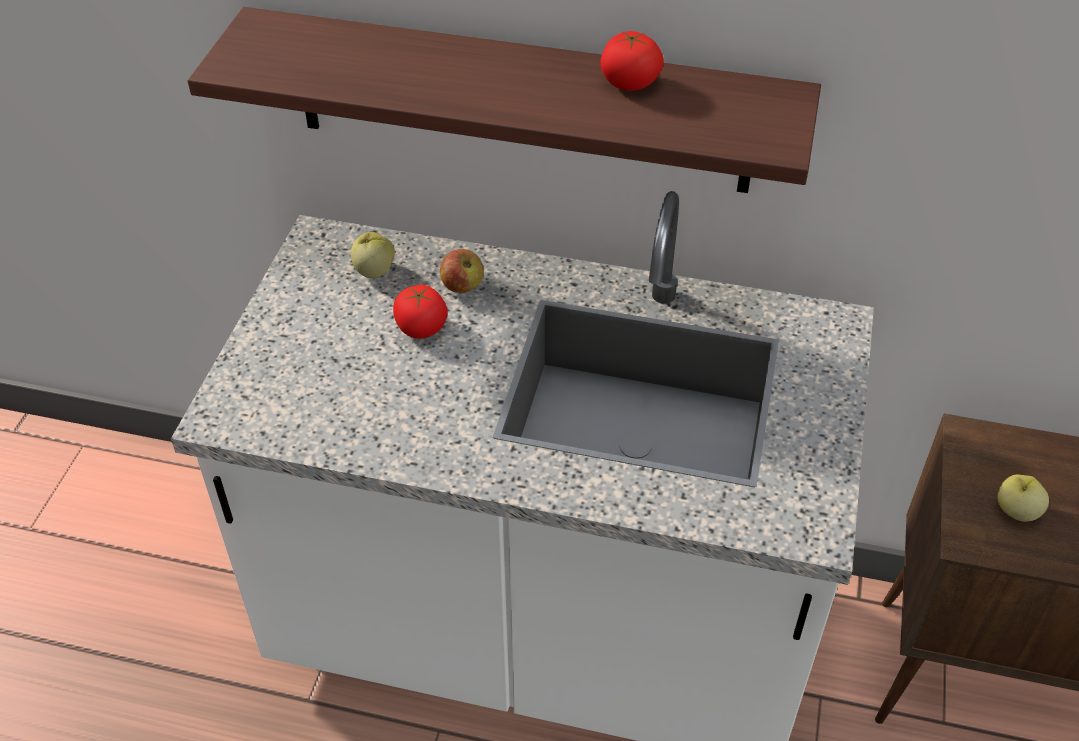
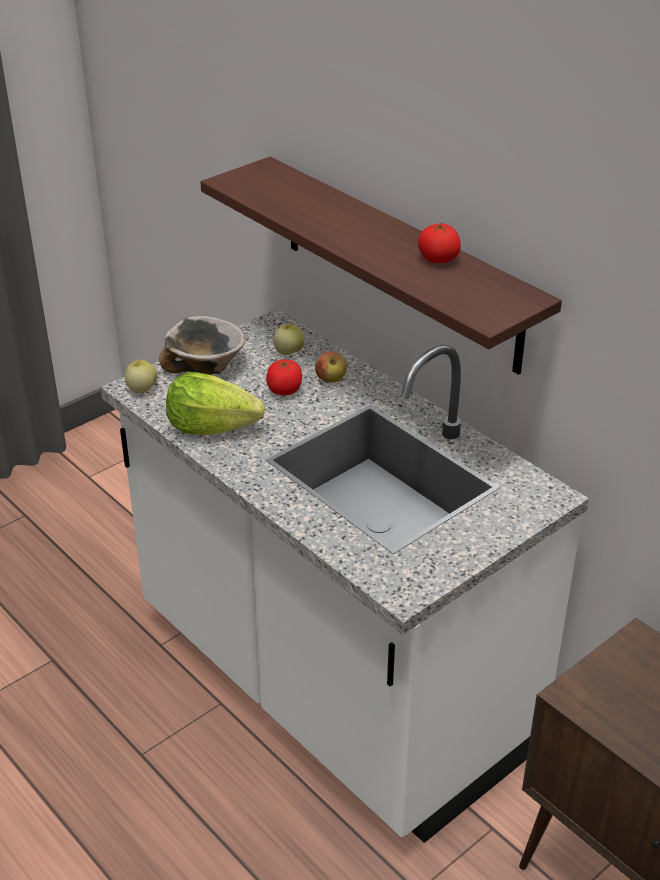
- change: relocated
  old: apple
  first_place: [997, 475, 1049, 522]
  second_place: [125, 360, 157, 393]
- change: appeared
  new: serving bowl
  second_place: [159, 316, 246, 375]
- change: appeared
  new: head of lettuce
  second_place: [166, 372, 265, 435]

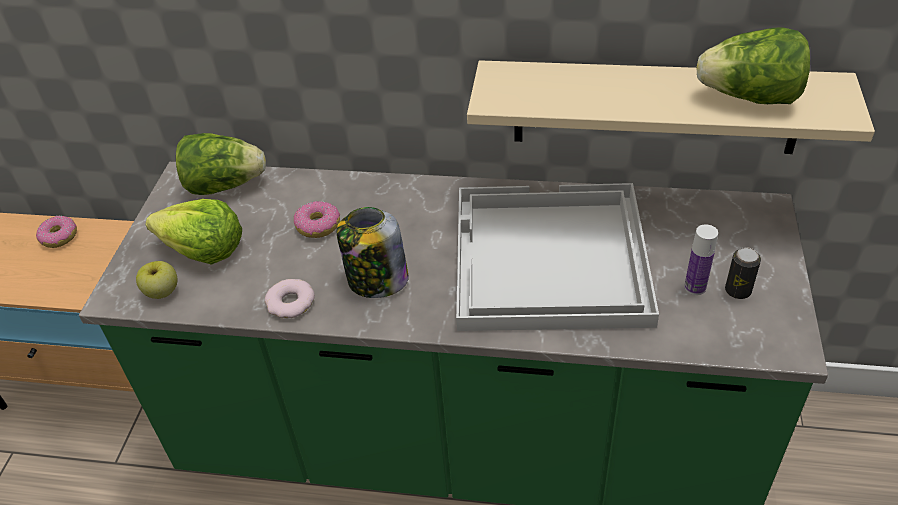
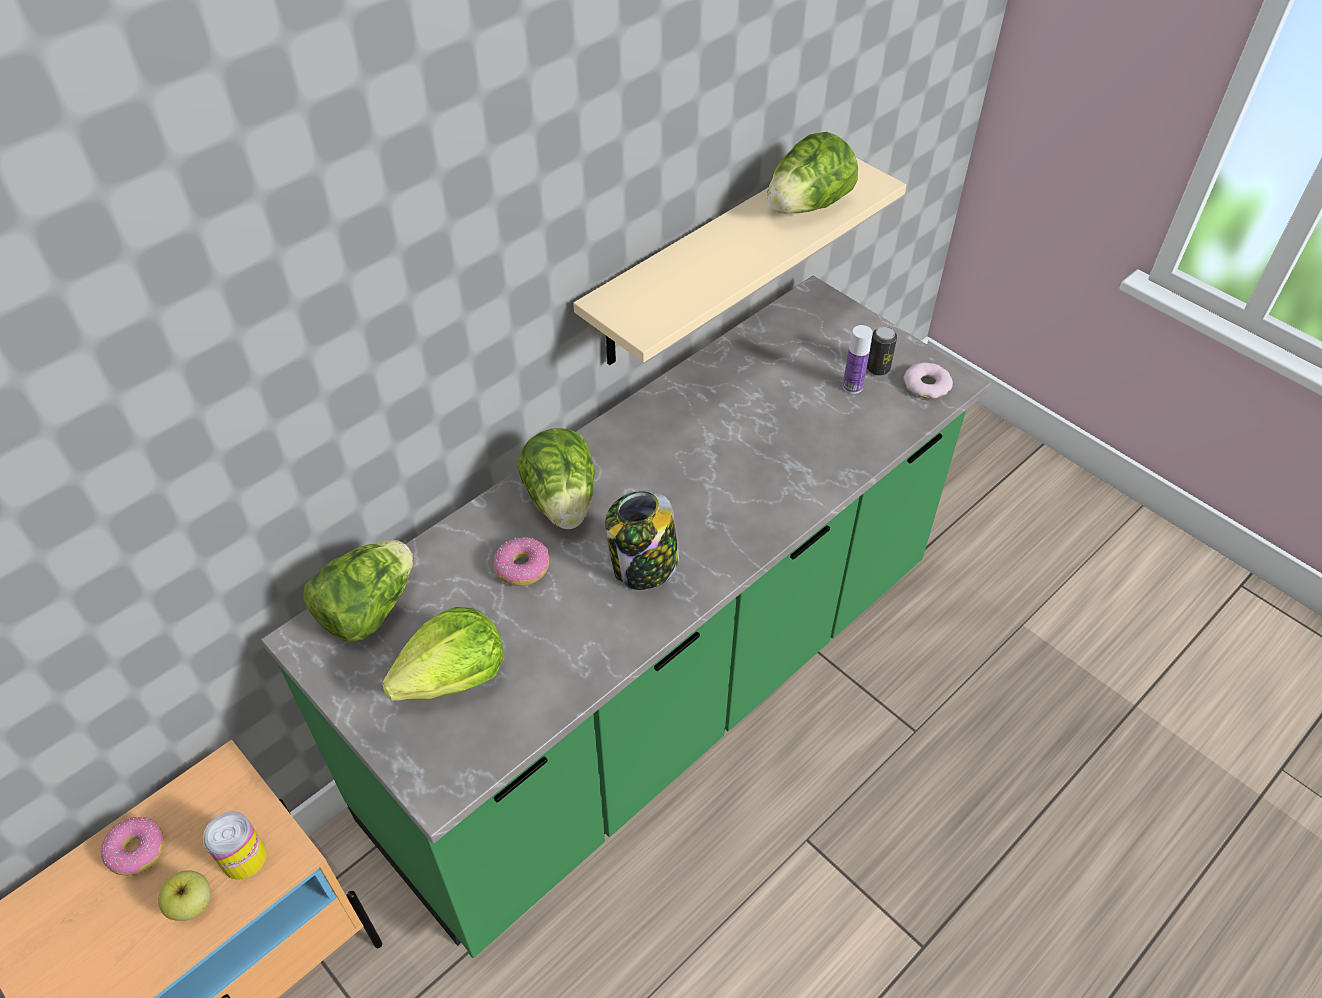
- change: relocated
  old: apple
  first_place: [136, 261, 177, 299]
  second_place: [158, 870, 211, 921]
- change: relocated
  old: donut
  first_place: [265, 279, 315, 318]
  second_place: [904, 362, 953, 399]
- change: missing
  old: white-coloured serving tray
  first_place: [456, 183, 659, 331]
- change: appeared
  new: can
  second_place: [203, 811, 267, 880]
- change: appeared
  new: head of lettuce
  second_place: [517, 428, 595, 529]

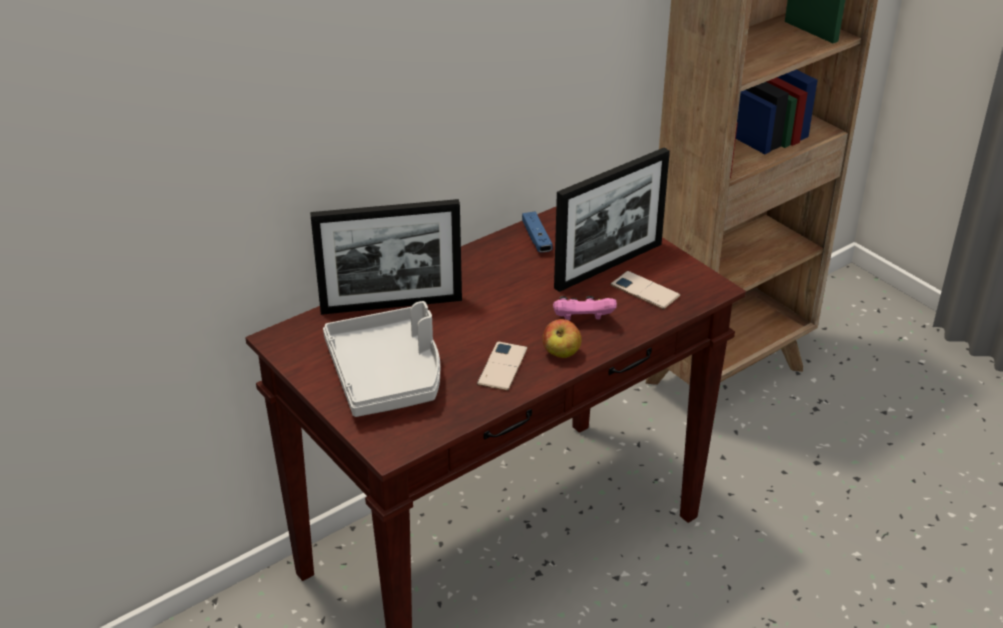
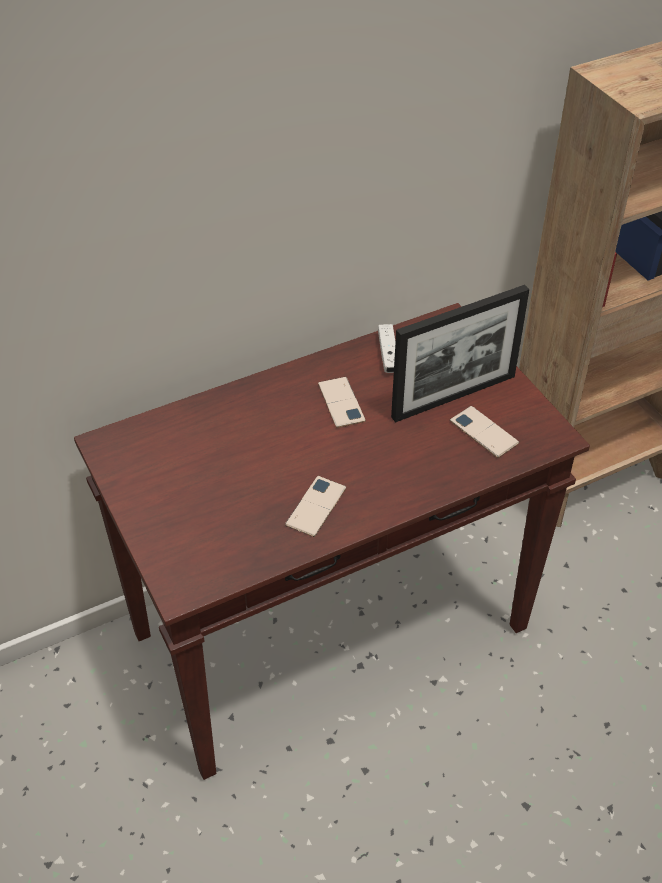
- change: missing
  old: picture frame
  first_place: [310, 199, 462, 315]
- change: missing
  old: grey serving tray
  first_place: [323, 301, 440, 417]
- change: colour
  old: blue-coloured gamepad
  new: white-coloured gamepad
  first_place: [522, 212, 553, 252]
  second_place: [378, 324, 396, 373]
- change: missing
  old: apple
  first_place: [542, 319, 582, 358]
- change: missing
  old: pinkish gamepad
  first_place: [553, 296, 617, 320]
- change: appeared
  new: phone
  second_place: [318, 377, 366, 428]

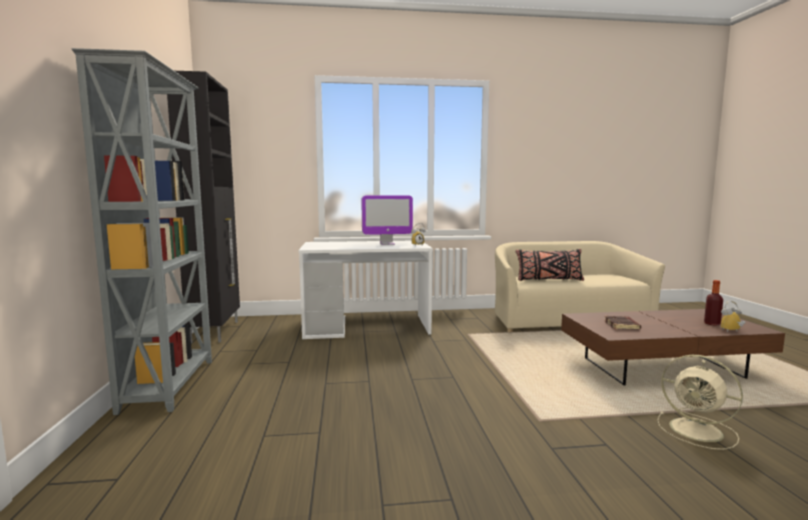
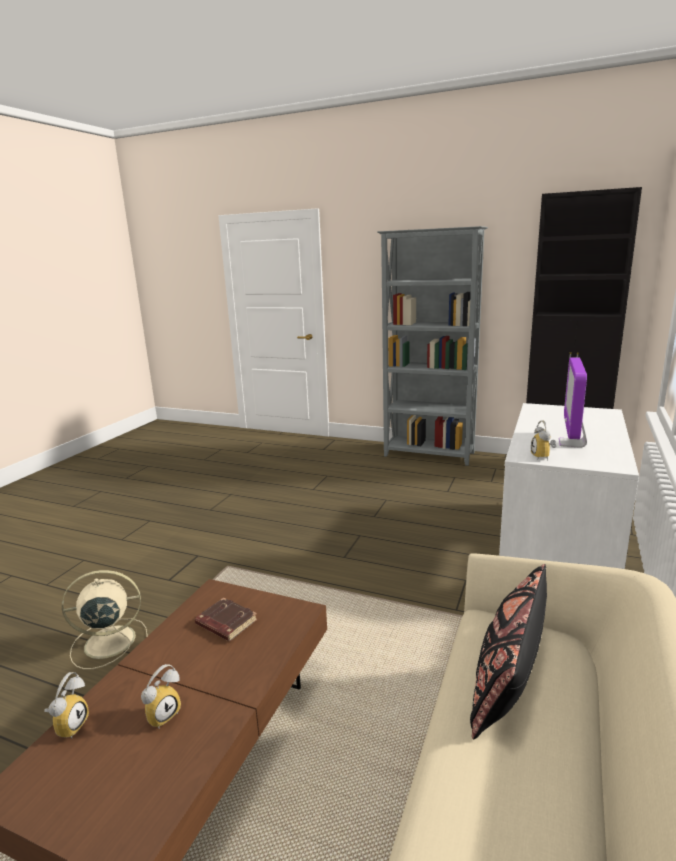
- change: missing
  old: beverage bottle
  first_place: [704, 280, 723, 326]
- change: appeared
  new: bedside clock
  second_place: [141, 664, 181, 728]

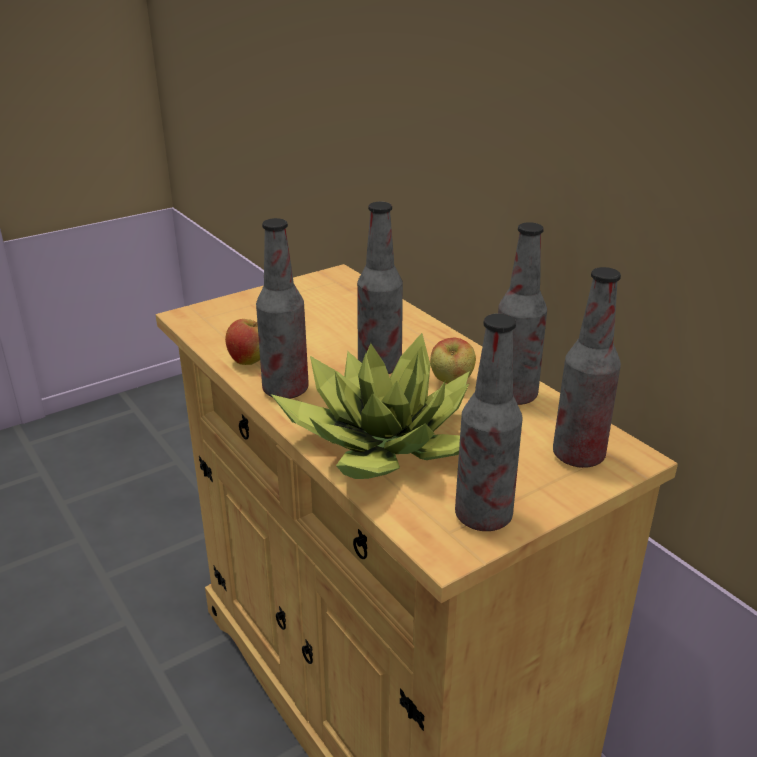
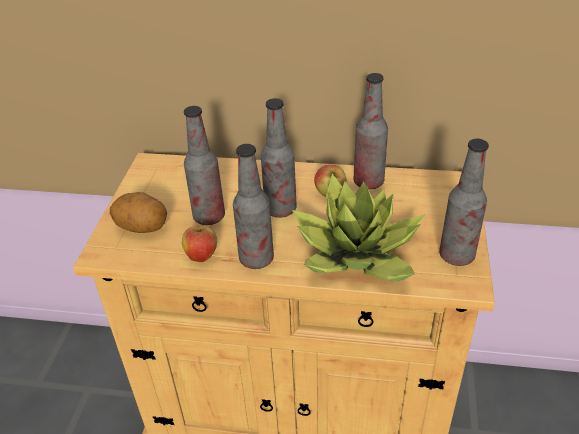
- change: relocated
  old: beverage bottle
  first_place: [553, 267, 621, 468]
  second_place: [184, 106, 225, 225]
- change: appeared
  new: whole potato
  second_place: [110, 192, 167, 233]

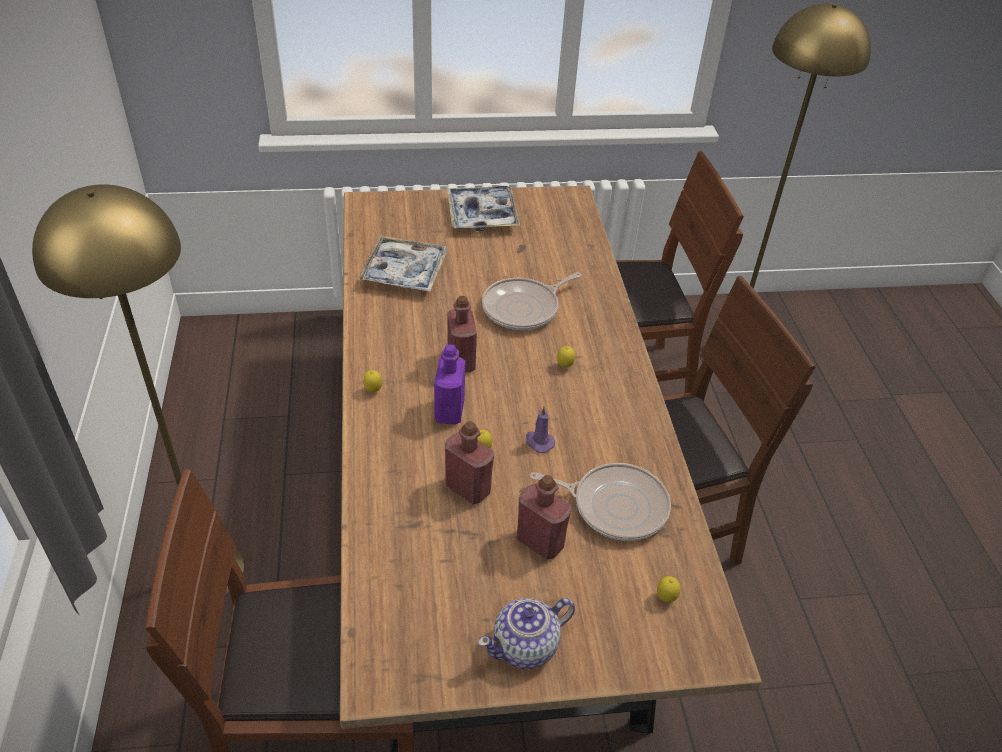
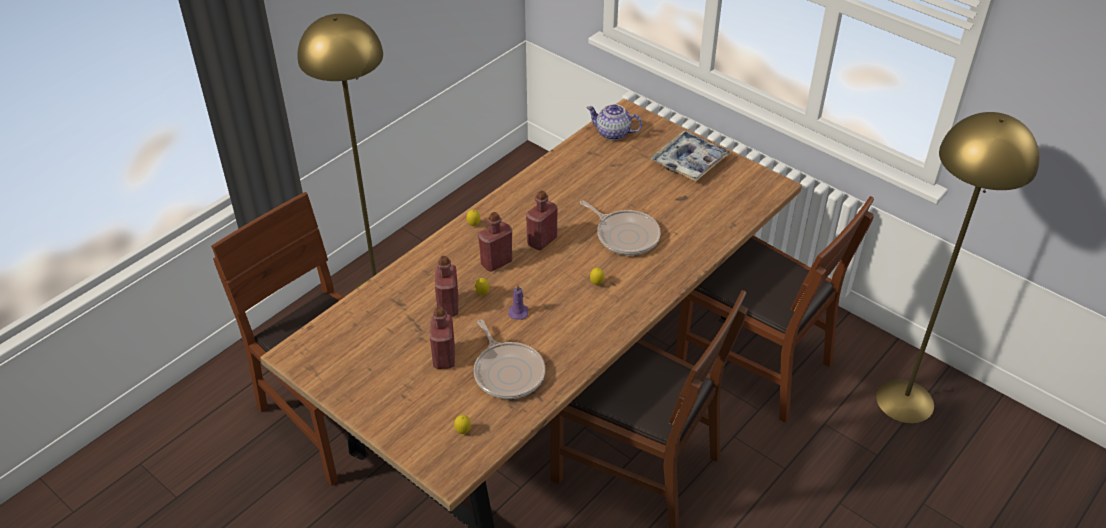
- change: missing
  old: serving tray
  first_place: [358, 236, 448, 292]
- change: colour
  old: purplish beverage bottle
  new: reddish beverage bottle
  first_place: [434, 344, 465, 424]
  second_place: [478, 212, 512, 272]
- change: relocated
  old: tea pot
  first_place: [478, 598, 575, 669]
  second_place: [586, 104, 642, 140]
- change: spun
  old: frying pan
  first_place: [482, 272, 581, 330]
  second_place: [580, 200, 661, 255]
  degrees: -150

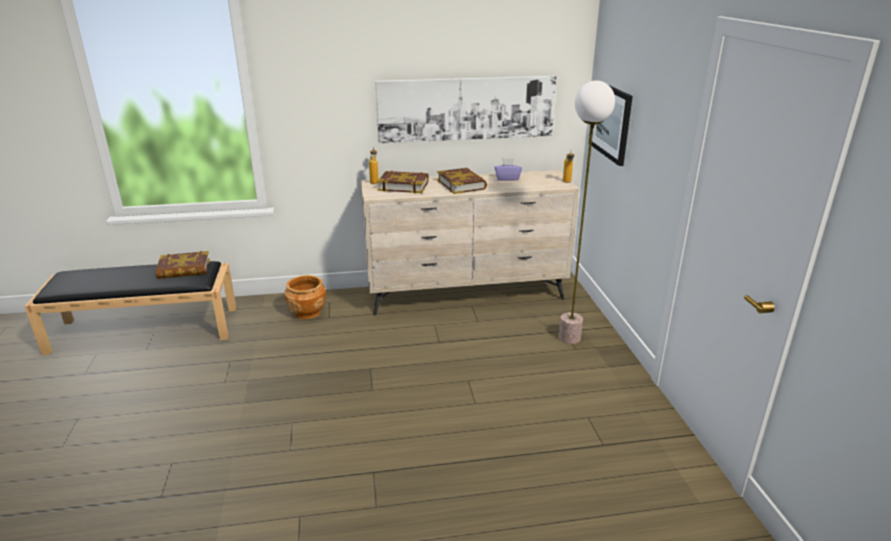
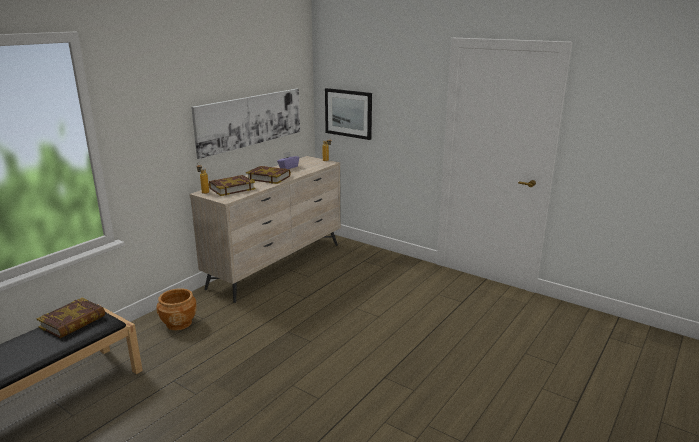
- change: missing
  old: standard lamp
  first_place: [559, 81, 615, 344]

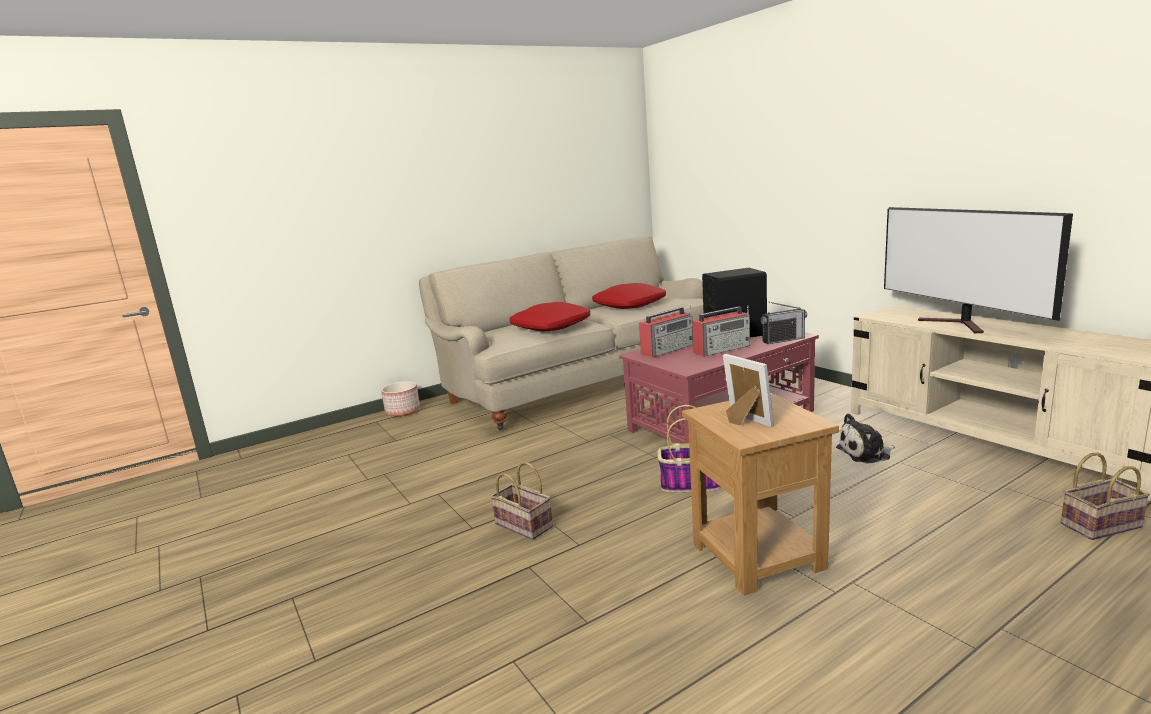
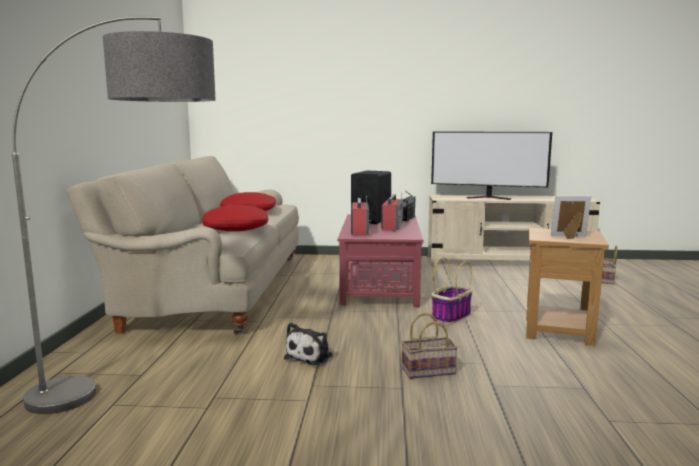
- change: missing
  old: plant pot
  first_place: [381, 381, 420, 417]
- change: relocated
  old: cuddly toy
  first_place: [836, 413, 895, 463]
  second_place: [284, 323, 333, 365]
- change: appeared
  new: standard lamp
  second_place: [12, 17, 216, 414]

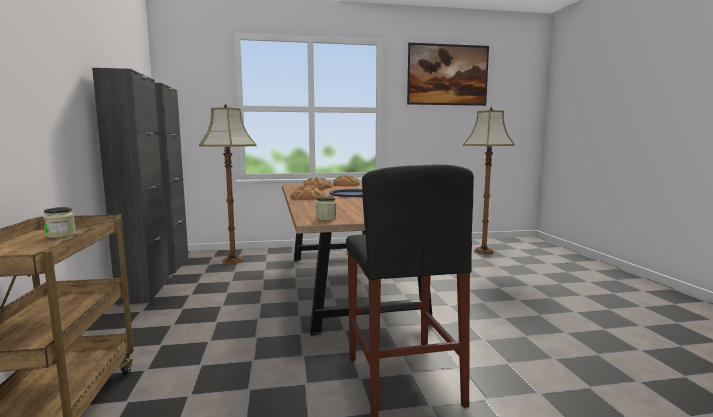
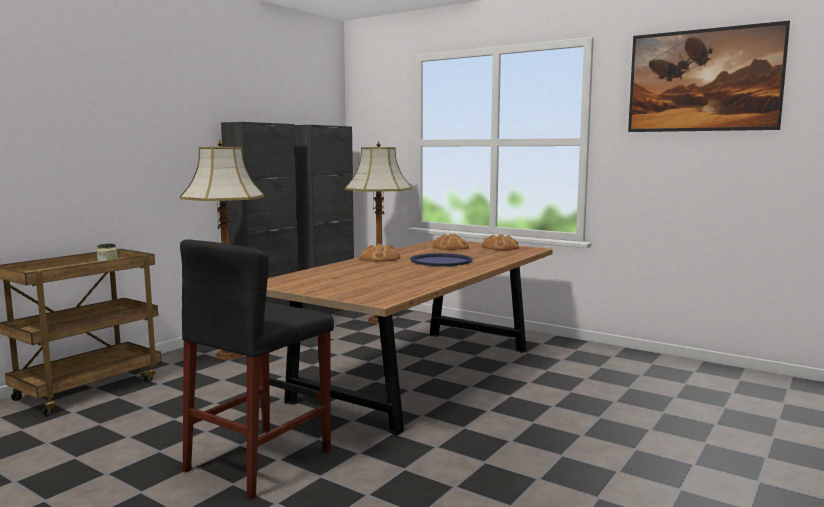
- change: missing
  old: jar
  first_place: [316, 197, 336, 220]
- change: relocated
  old: standard lamp
  first_place: [463, 106, 515, 254]
  second_place: [180, 140, 264, 360]

